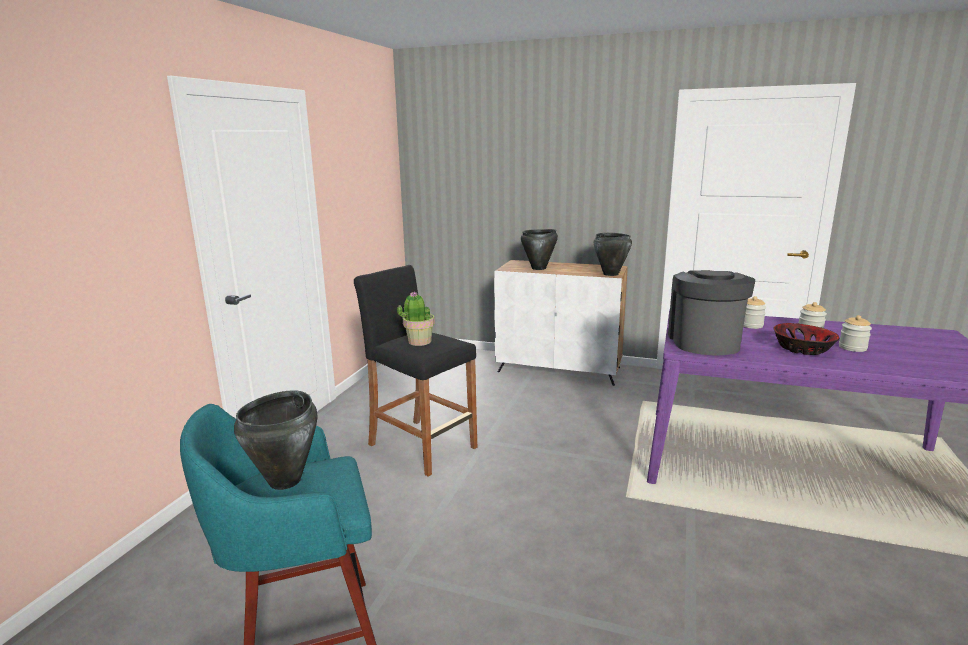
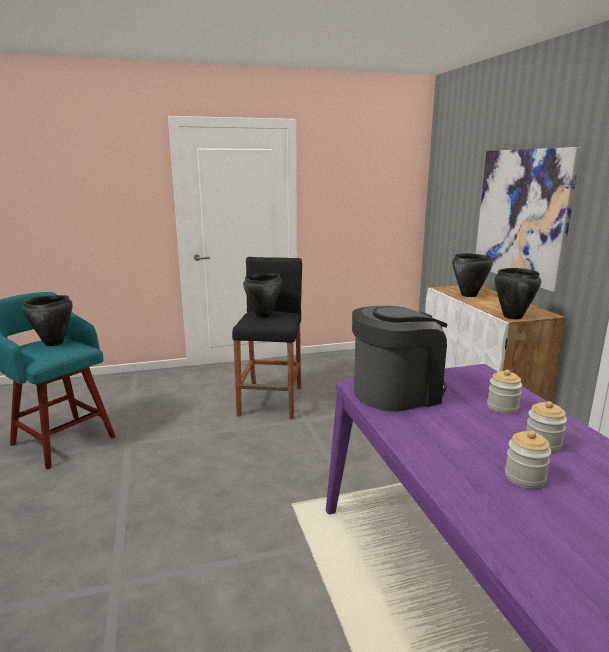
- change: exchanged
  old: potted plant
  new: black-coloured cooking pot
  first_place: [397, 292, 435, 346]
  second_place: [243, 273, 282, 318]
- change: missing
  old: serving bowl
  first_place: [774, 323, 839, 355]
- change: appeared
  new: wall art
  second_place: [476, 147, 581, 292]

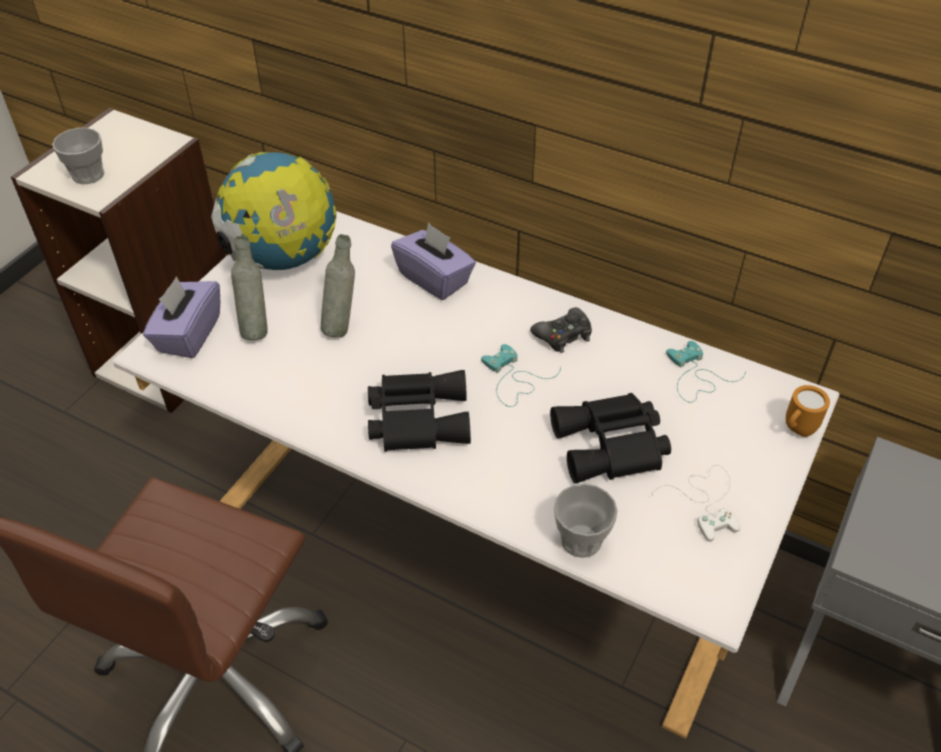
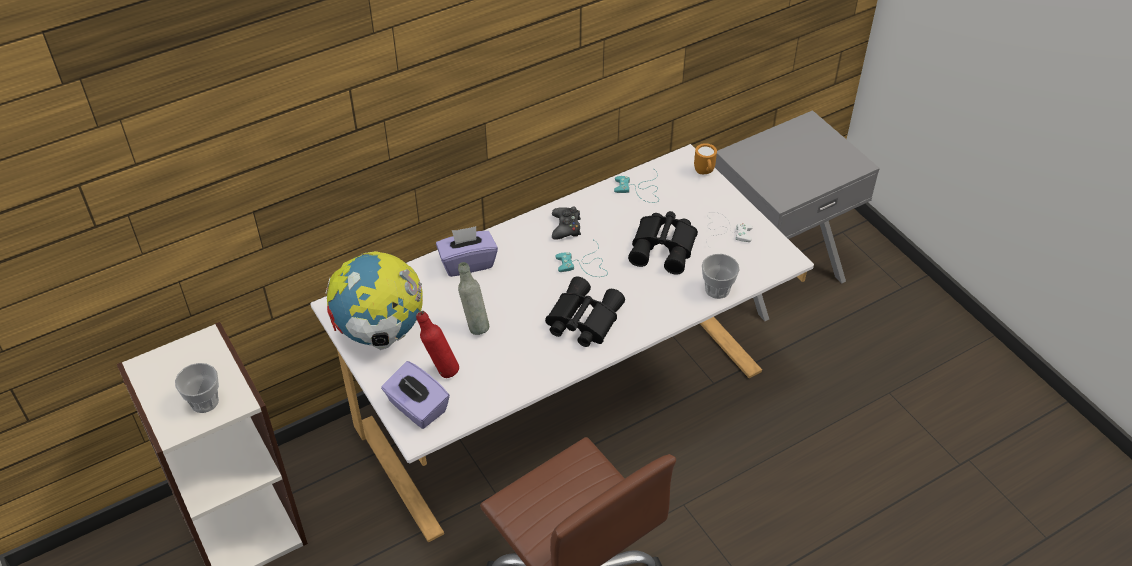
- change: colour
  old: grey beverage bottle
  new: reddish beverage bottle
  first_place: [231, 235, 268, 340]
  second_place: [416, 311, 459, 378]

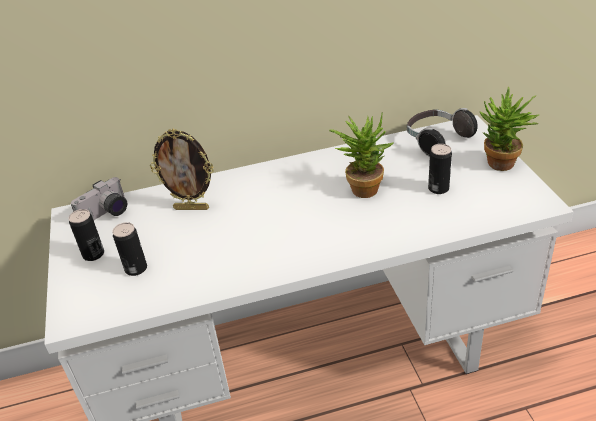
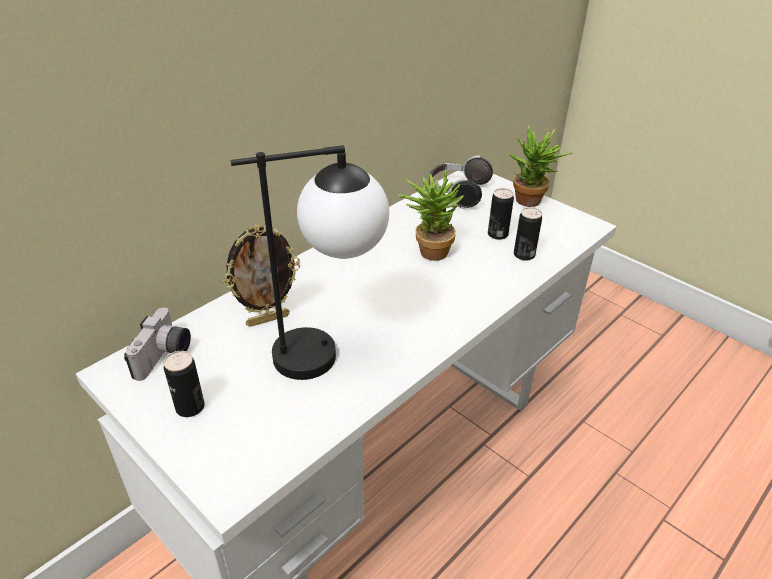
- change: relocated
  old: can
  first_place: [112, 222, 147, 276]
  second_place: [514, 207, 542, 261]
- change: appeared
  new: table lamp
  second_place: [231, 145, 389, 380]

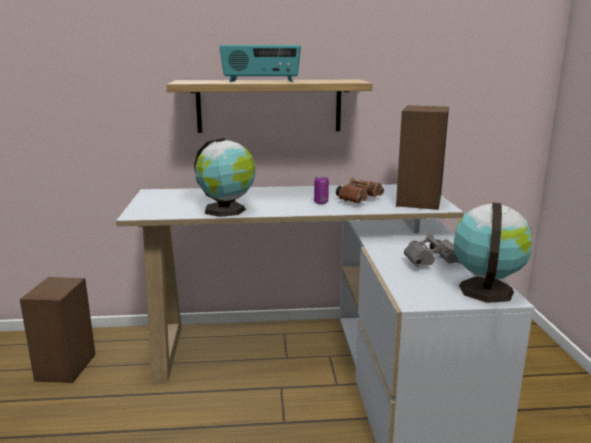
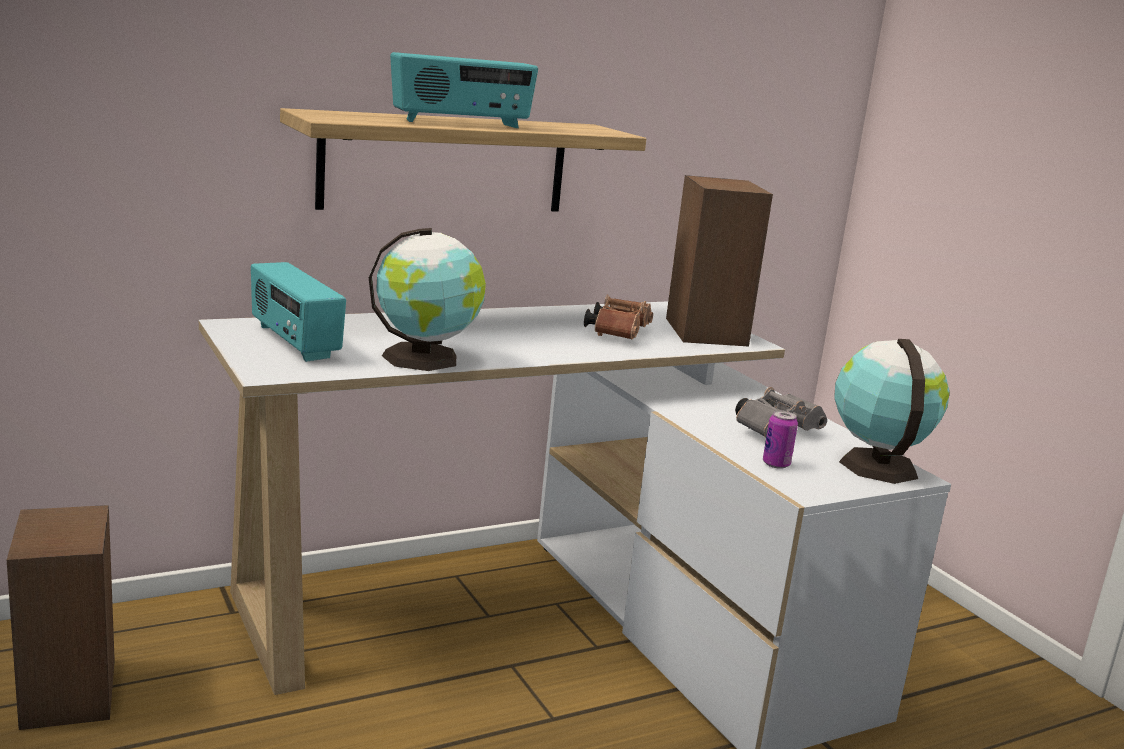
- change: relocated
  old: can
  first_place: [314, 175, 329, 204]
  second_place: [763, 411, 798, 469]
- change: appeared
  new: radio receiver
  second_place: [251, 262, 346, 362]

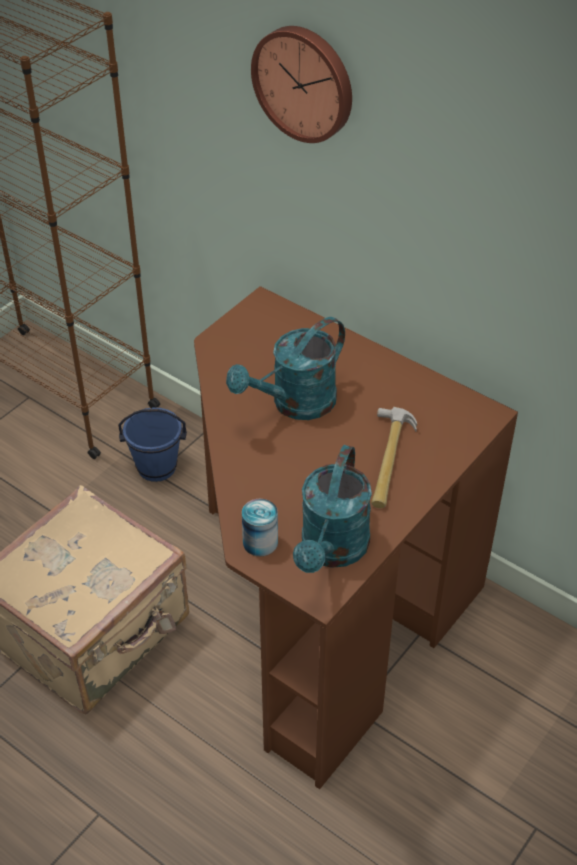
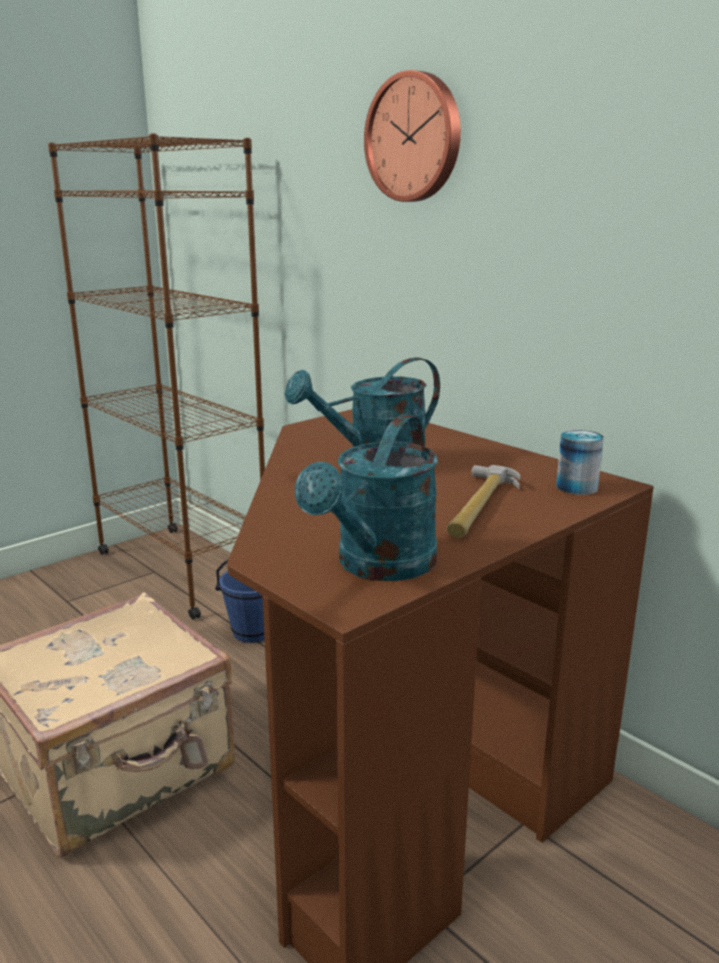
- change: relocated
  old: can
  first_place: [242, 499, 278, 556]
  second_place: [556, 430, 604, 495]

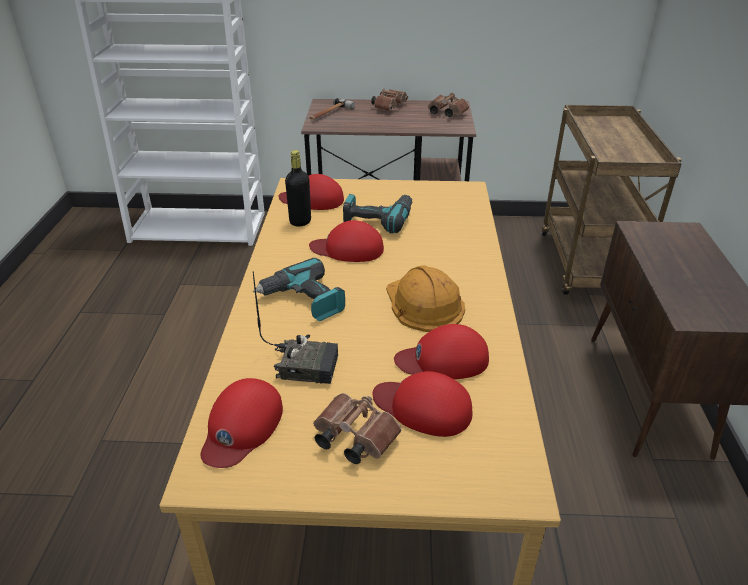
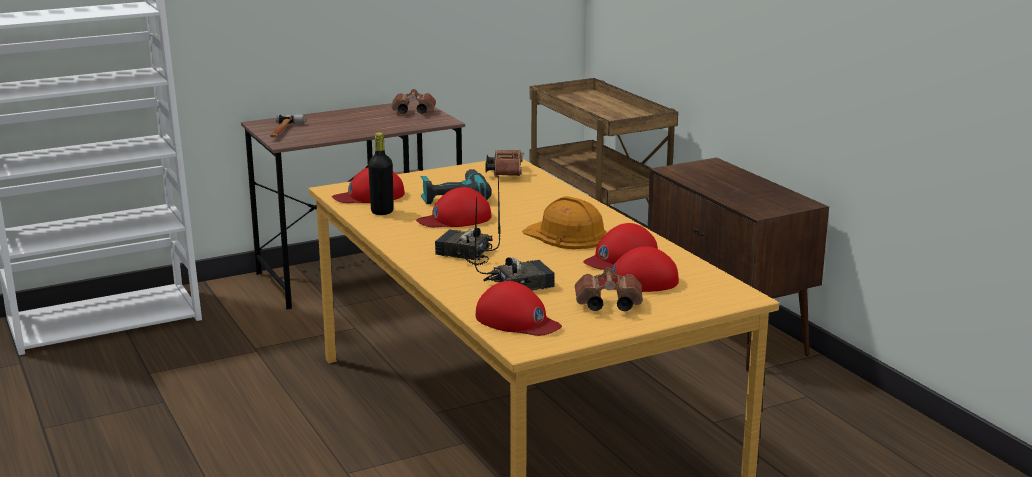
- change: spun
  old: reddish baseball cap
  first_place: [200, 378, 283, 468]
  second_place: [476, 281, 562, 336]
  degrees: -45
- change: exchanged
  old: electric drill
  new: radio receiver
  first_place: [253, 258, 345, 321]
  second_place: [435, 176, 501, 266]
- change: relocated
  old: brown-coloured binoculars
  first_place: [371, 88, 408, 111]
  second_place: [486, 149, 524, 177]

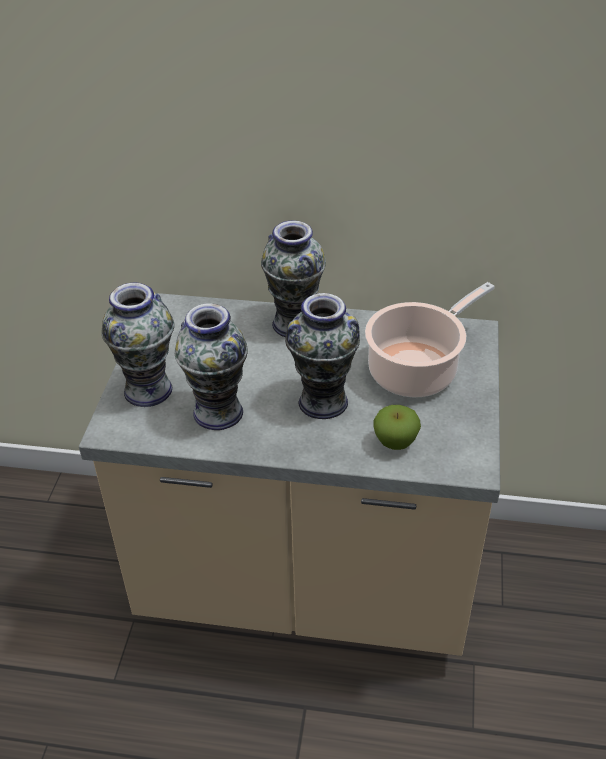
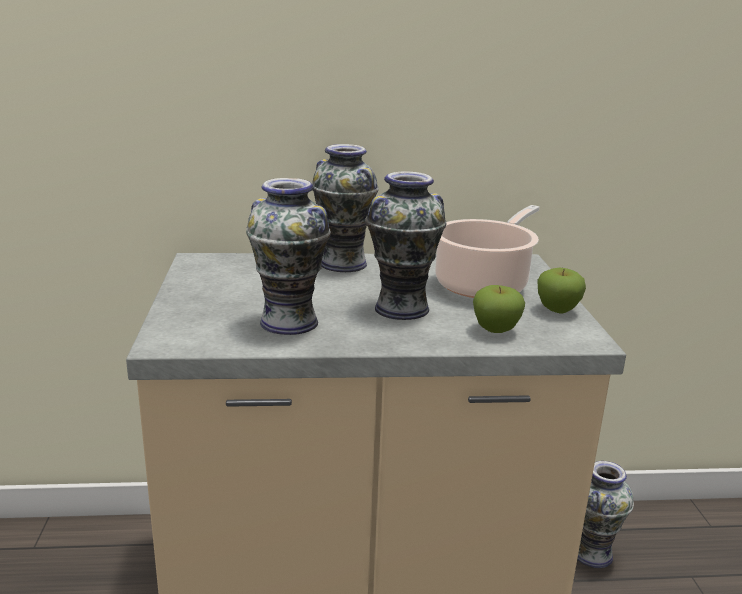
- change: relocated
  old: flower vase
  first_place: [102, 283, 174, 407]
  second_place: [577, 461, 634, 568]
- change: appeared
  new: apple
  second_place: [538, 268, 586, 313]

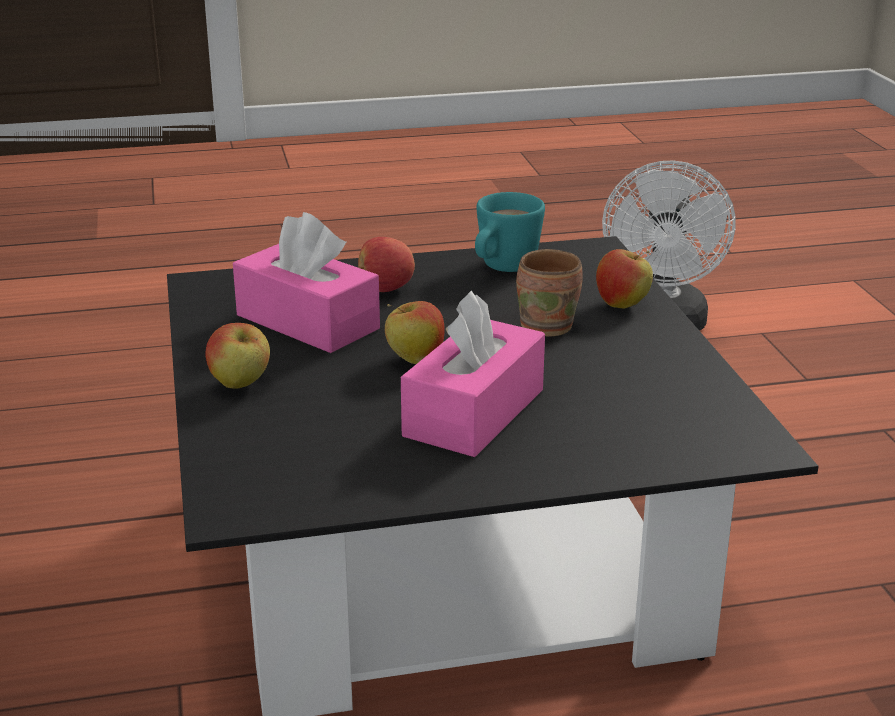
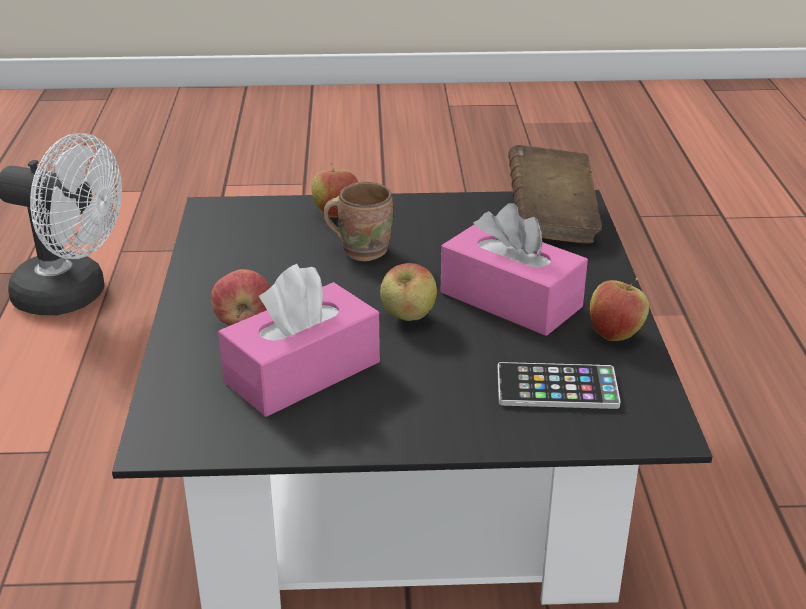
- change: relocated
  old: apple
  first_place: [206, 323, 270, 389]
  second_place: [590, 278, 649, 341]
- change: missing
  old: turquoise mug
  first_place: [475, 192, 545, 272]
- change: appeared
  new: phone
  second_place: [497, 362, 621, 409]
- change: appeared
  new: brown-coloured book
  second_place: [508, 145, 602, 244]

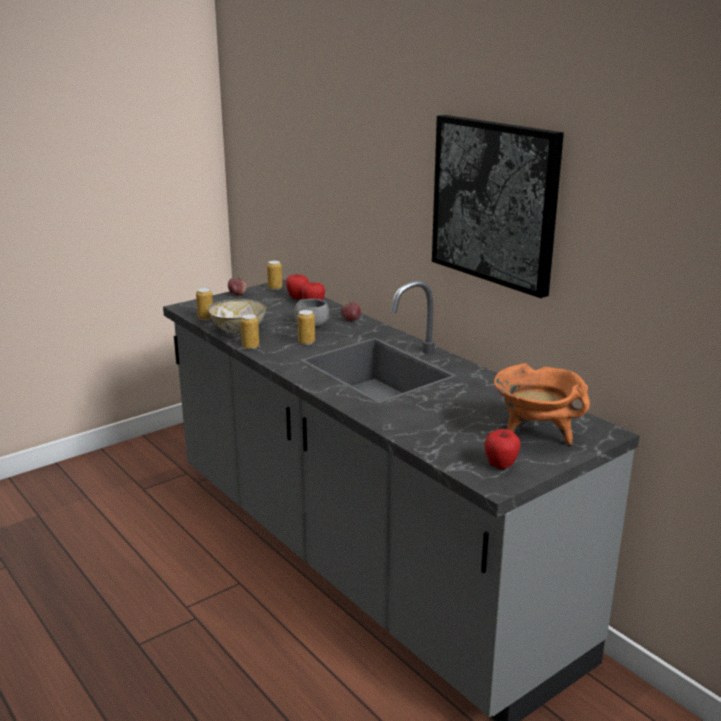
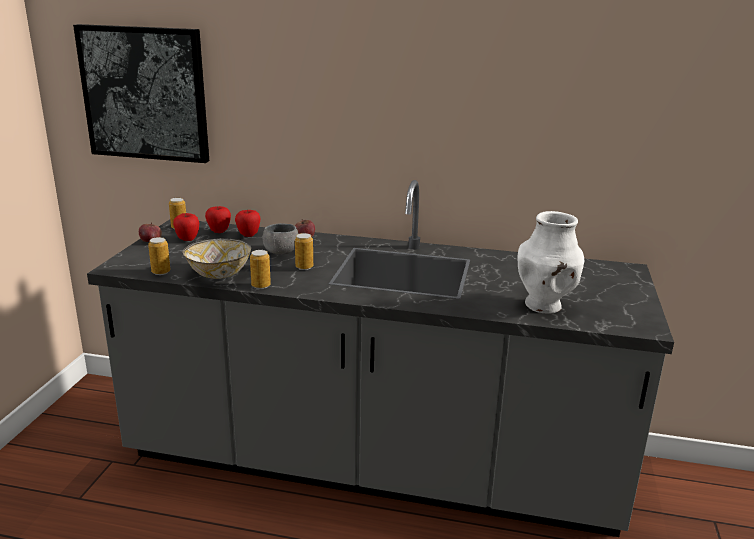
- change: relocated
  old: wall art
  first_place: [432, 115, 564, 298]
  second_place: [73, 24, 209, 163]
- change: relocated
  old: apple
  first_place: [484, 429, 521, 469]
  second_place: [173, 213, 199, 241]
- change: missing
  old: orangey cooking pot
  first_place: [494, 363, 590, 445]
- change: appeared
  new: white-coloured flower vase
  second_place: [517, 211, 584, 314]

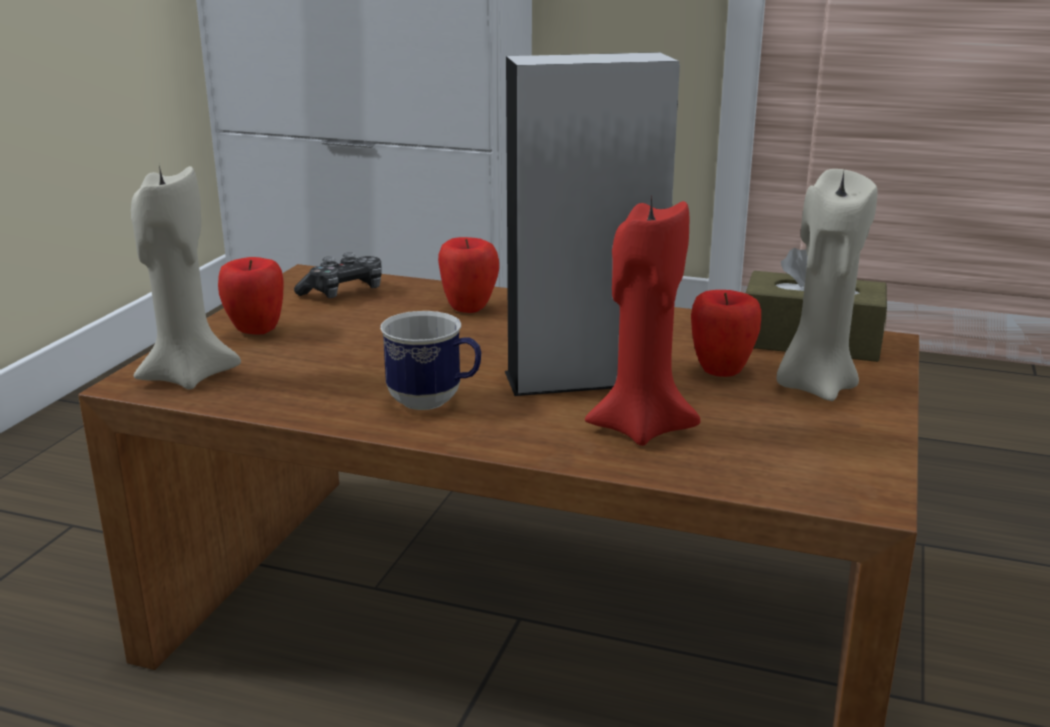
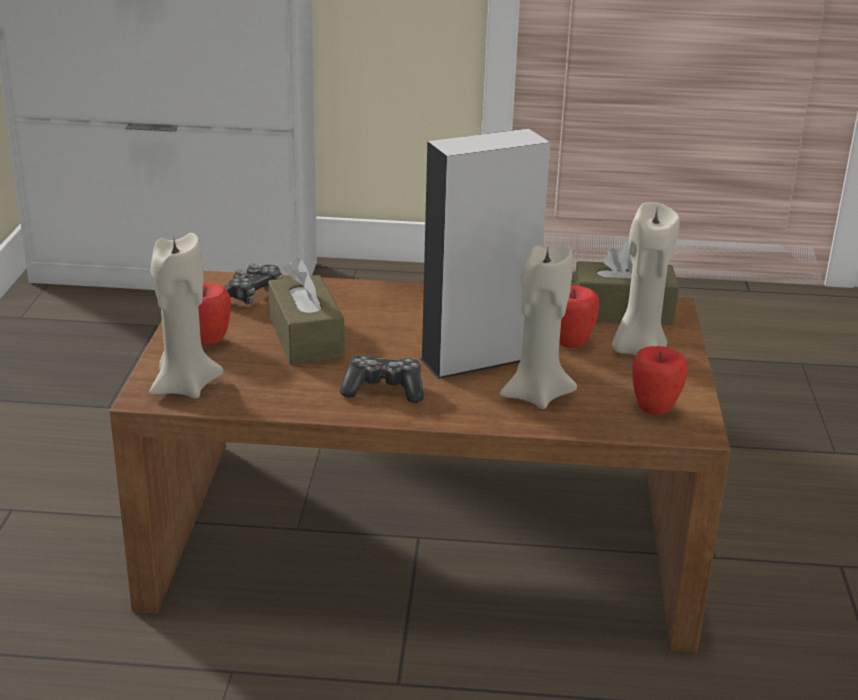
- change: exchanged
  old: mug
  new: gamepad
  first_place: [380, 311, 481, 410]
  second_place: [340, 355, 424, 403]
- change: relocated
  old: apple
  first_place: [438, 237, 499, 313]
  second_place: [632, 346, 688, 415]
- change: colour
  old: reddish candle
  new: beige candle
  first_place: [585, 197, 700, 446]
  second_place: [500, 245, 577, 409]
- change: appeared
  new: brown-coloured tissue box
  second_place: [268, 258, 345, 365]

